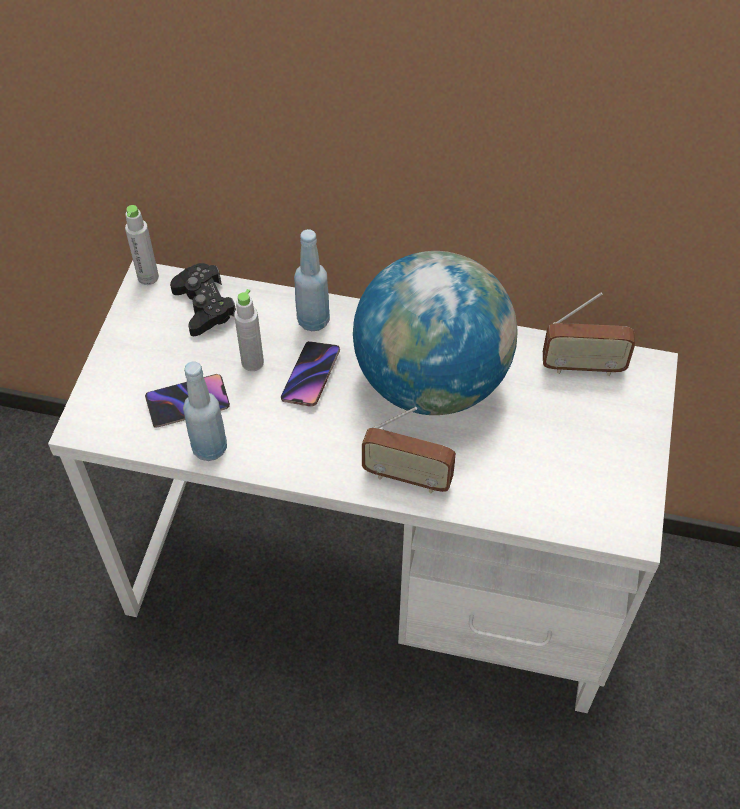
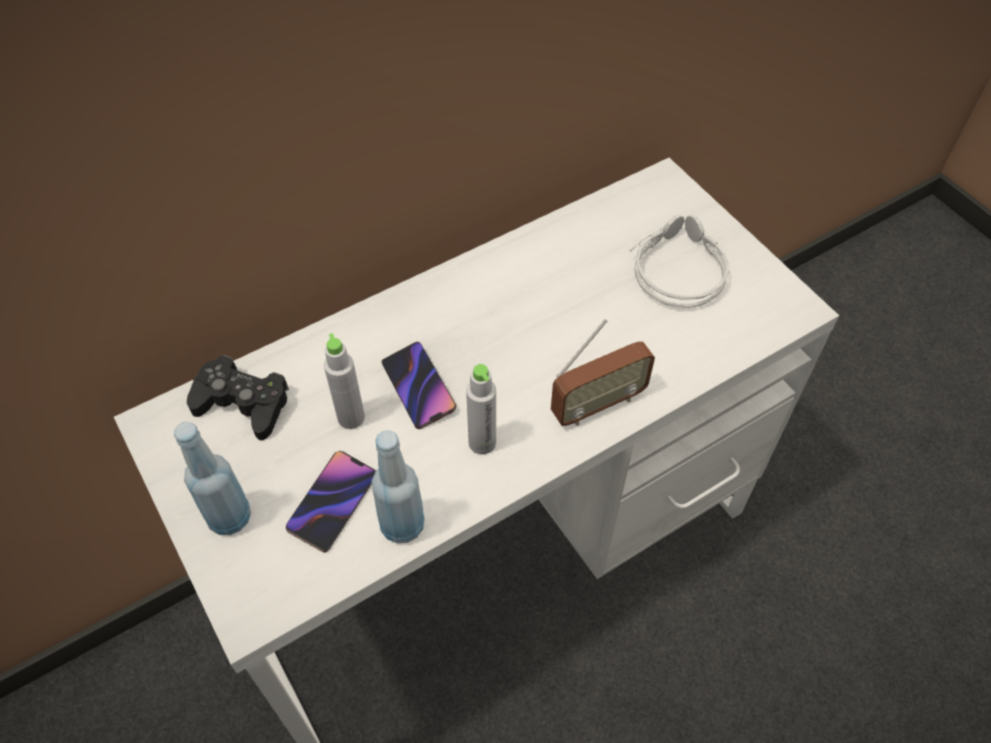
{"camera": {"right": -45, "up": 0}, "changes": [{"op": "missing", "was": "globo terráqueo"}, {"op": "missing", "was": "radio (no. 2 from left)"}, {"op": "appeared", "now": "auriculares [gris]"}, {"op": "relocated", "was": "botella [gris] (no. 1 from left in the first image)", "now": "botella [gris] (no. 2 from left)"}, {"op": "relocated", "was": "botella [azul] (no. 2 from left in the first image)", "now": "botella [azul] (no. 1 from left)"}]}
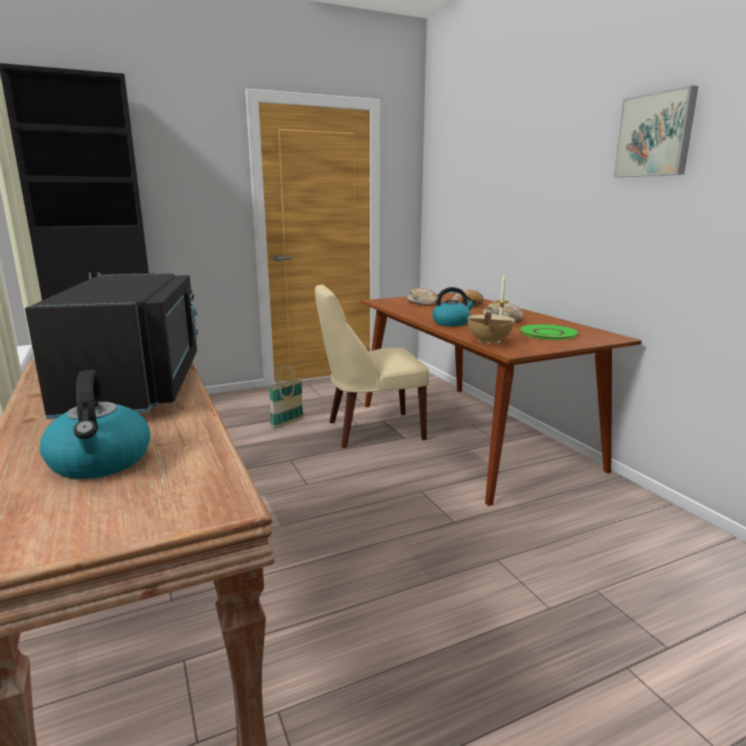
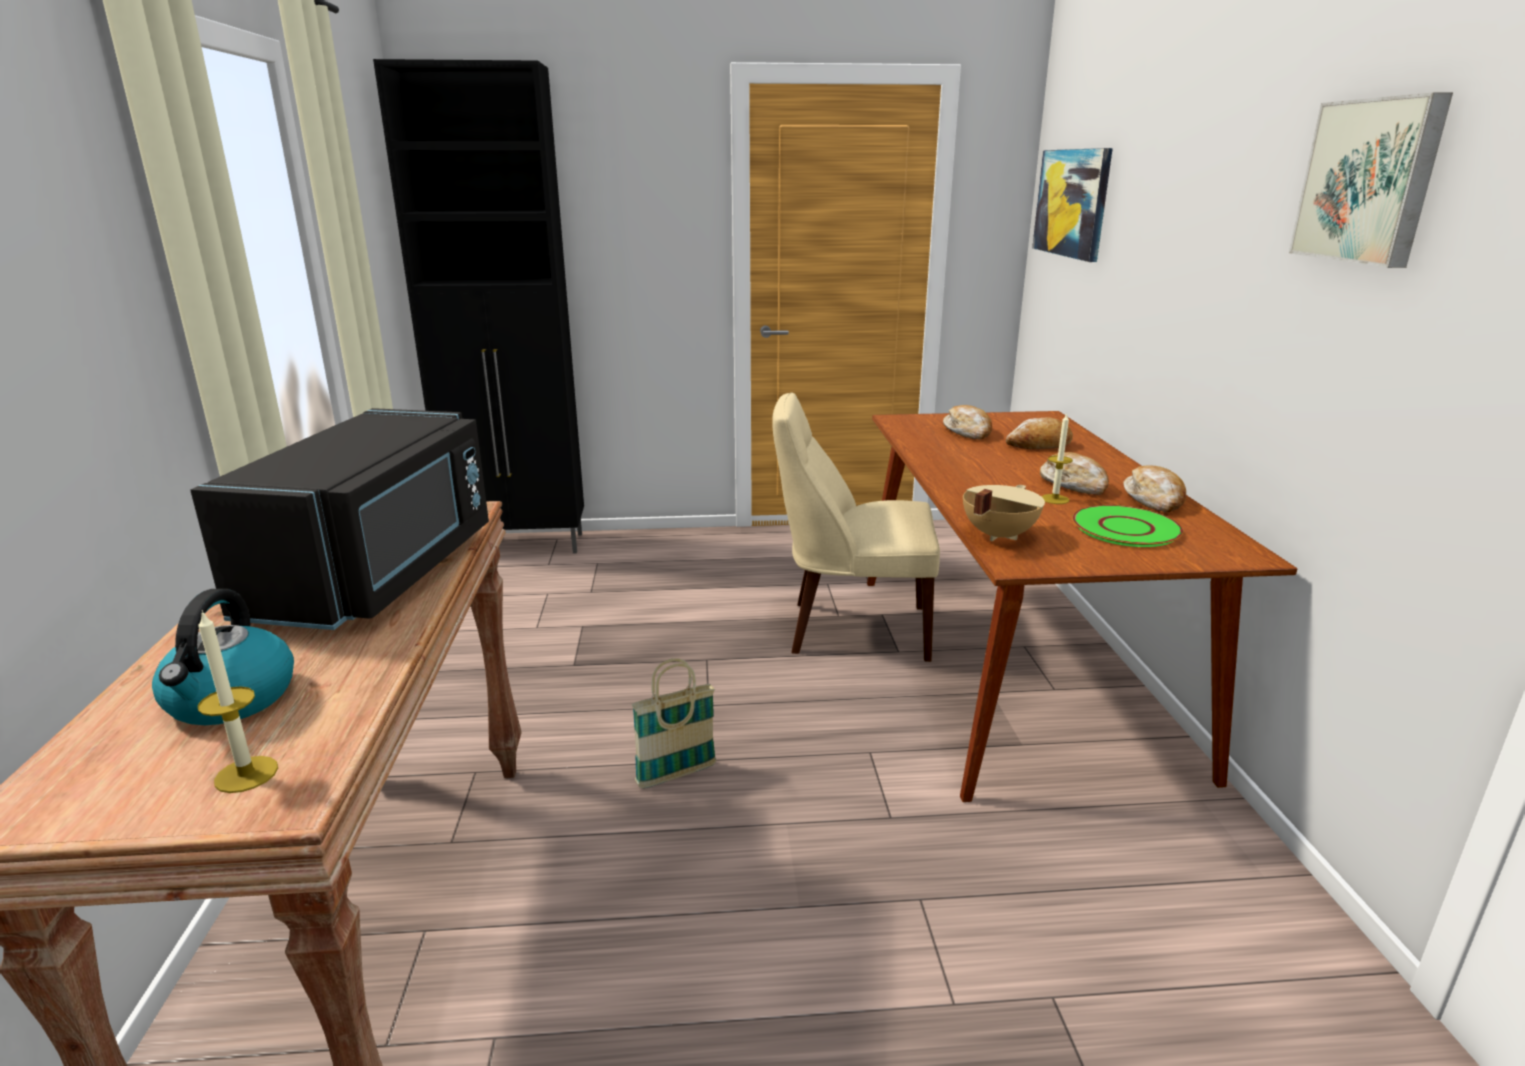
{"camera": {"right": 20, "up": 5}, "changes": [{"op": "missing", "was": "hervidor (no. 2 from left)"}, {"op": "appeared", "now": "vela (no. 1 from left)"}, {"op": "appeared", "now": "cuadro (no. 1 from left)"}, {"op": "appeared", "now": "pan (no. 4 from left)"}, {"op": "relocated", "was": "cesta"}]}
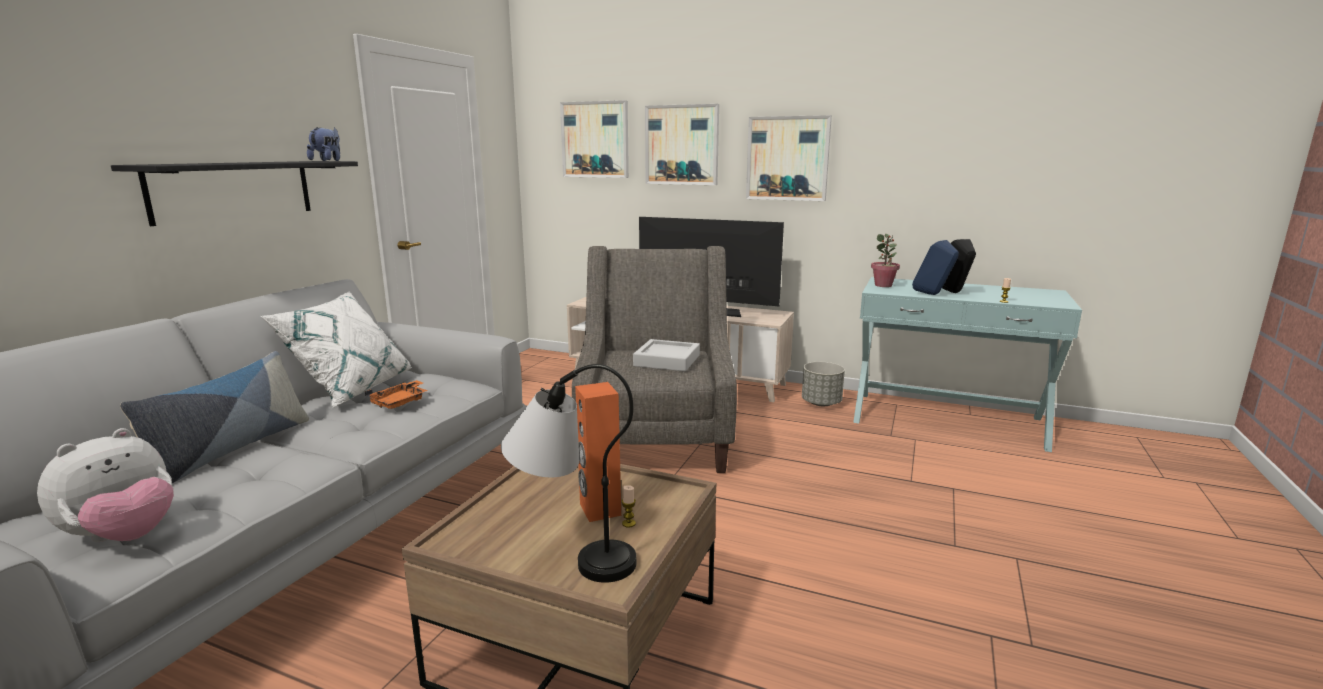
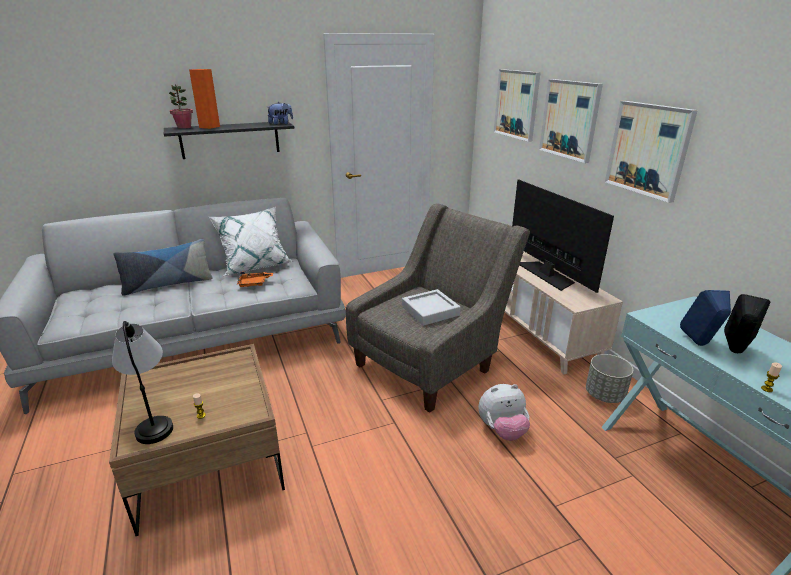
{"camera": {"right": 45, "up": 10}, "changes": [{"op": "relocated", "was": "peluche (no. 1 from left in the first image)", "now": "peluche (no. 2 from left)"}, {"op": "relocated", "was": "altavoz [naranja]"}, {"op": "relocated", "was": "planta en maceta"}]}
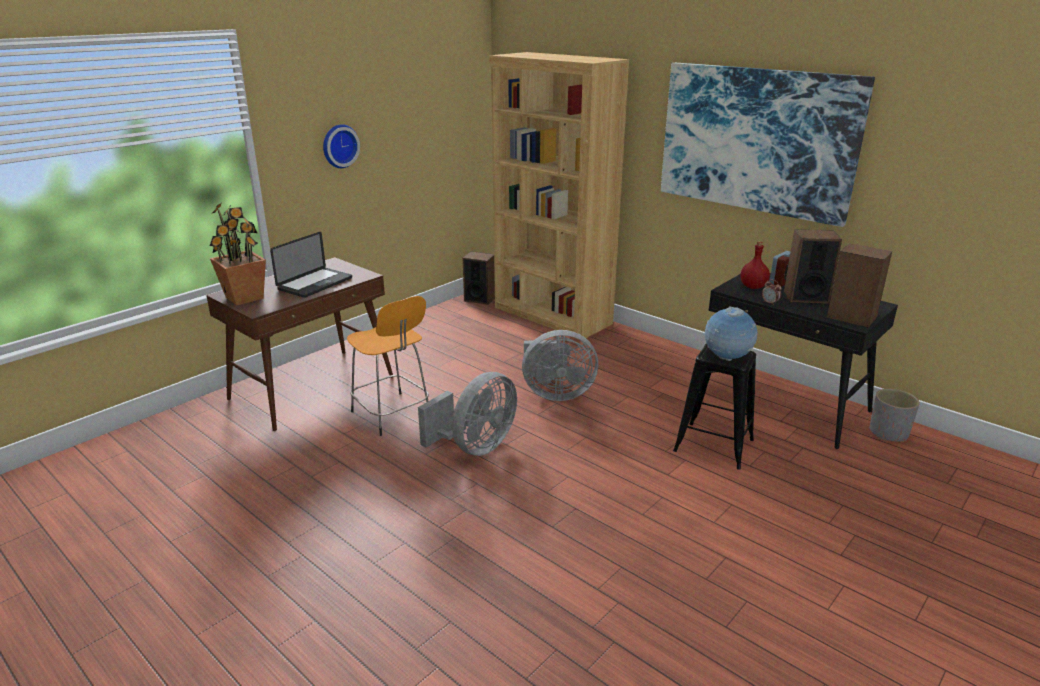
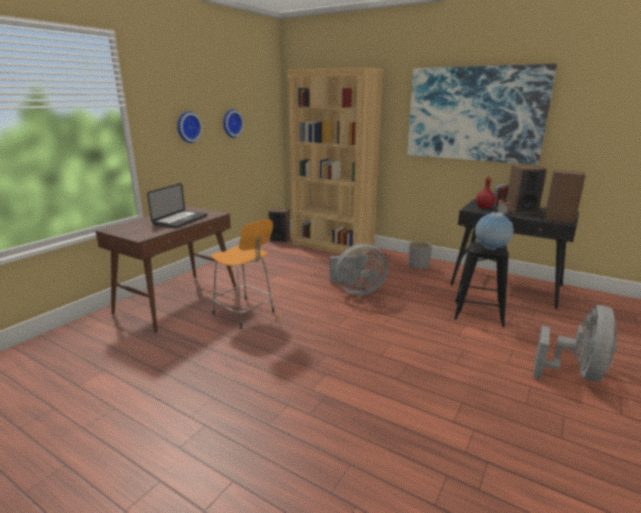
{"camera": {"right": -10, "up": -5}, "changes": [{"op": "missing", "was": "planta en maceta"}, {"op": "appeared", "now": "reloj de pared (no. 2 from left)"}, {"op": "relocated", "was": "ventilador [gris] (no. 1 from left in the first image)", "now": "ventilador [gris] (no. 2 from left)"}, {"op": "relocated", "was": "maceta [gris]"}]}
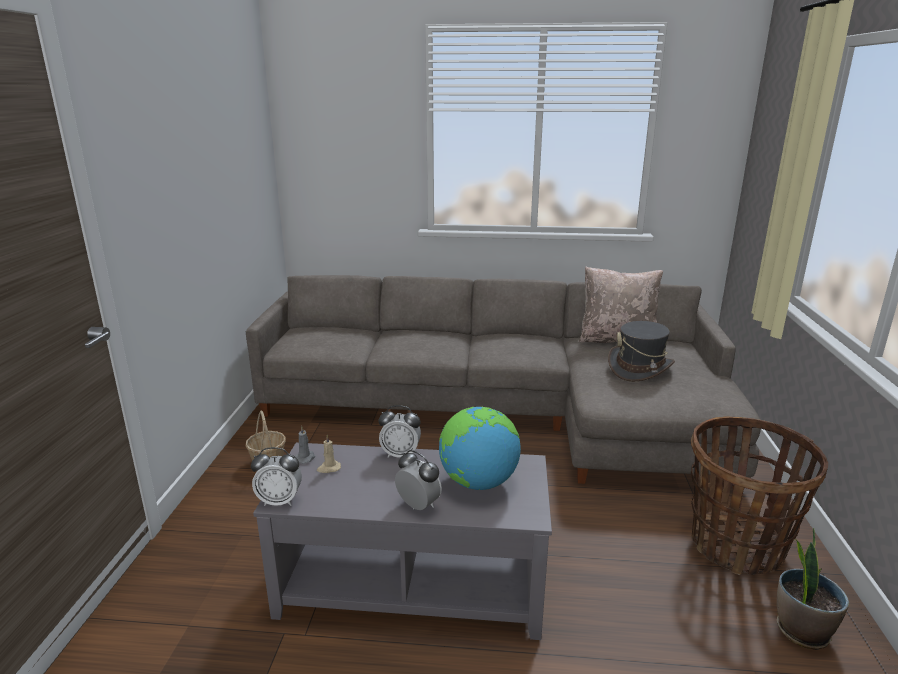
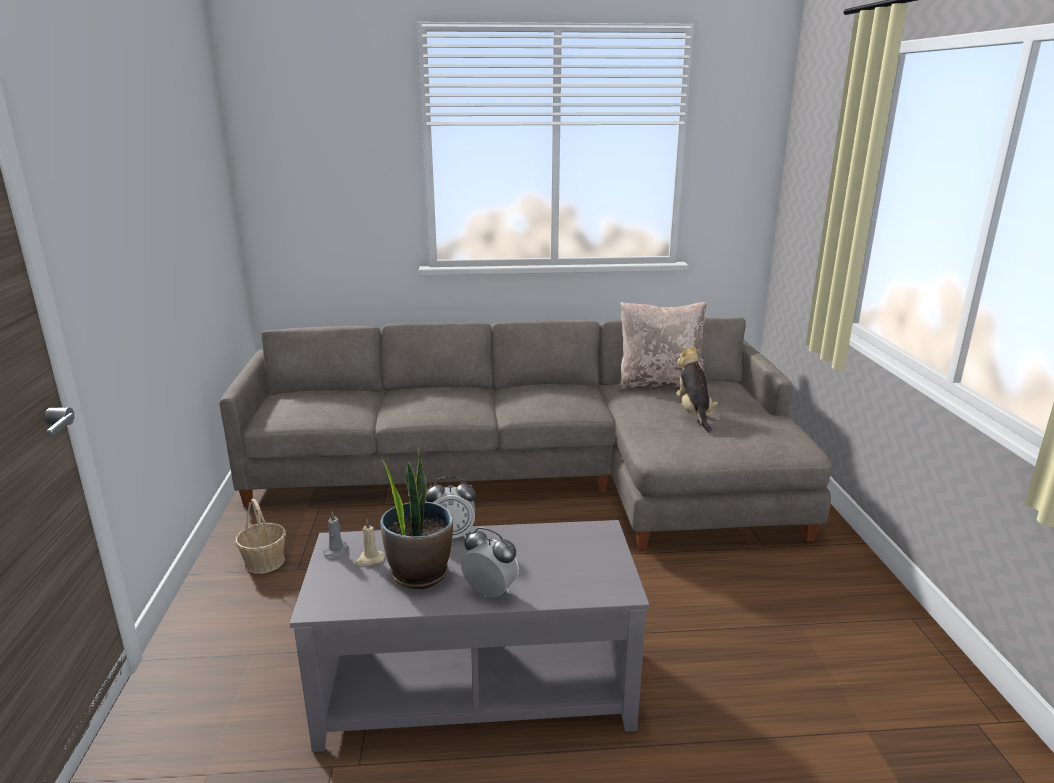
{"camera": {"right": -10, "up": 0}, "changes": [{"op": "missing", "was": "despertador (no. 1 from left)"}, {"op": "missing", "was": "globo terráqueo"}, {"op": "missing", "was": "cesta (no. 2 from left)"}, {"op": "relocated", "was": "planta en maceta"}, {"op": "exchanged", "was": "sombrero [gris]", "now": "peluche"}]}
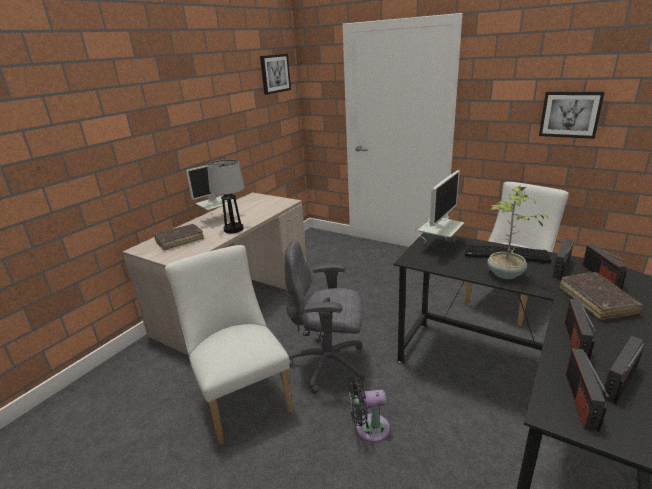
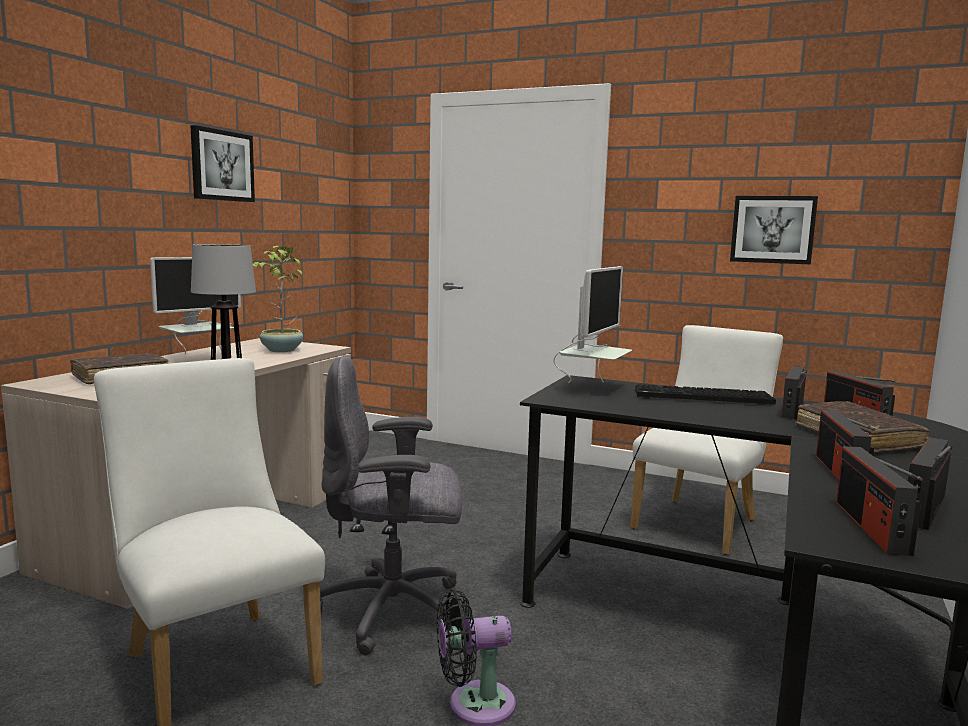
{"camera": {"right": -10, "up": -15}, "changes": [{"op": "relocated", "was": "cuadro (no. 1 from left)"}, {"op": "relocated", "was": "planta en maceta"}]}
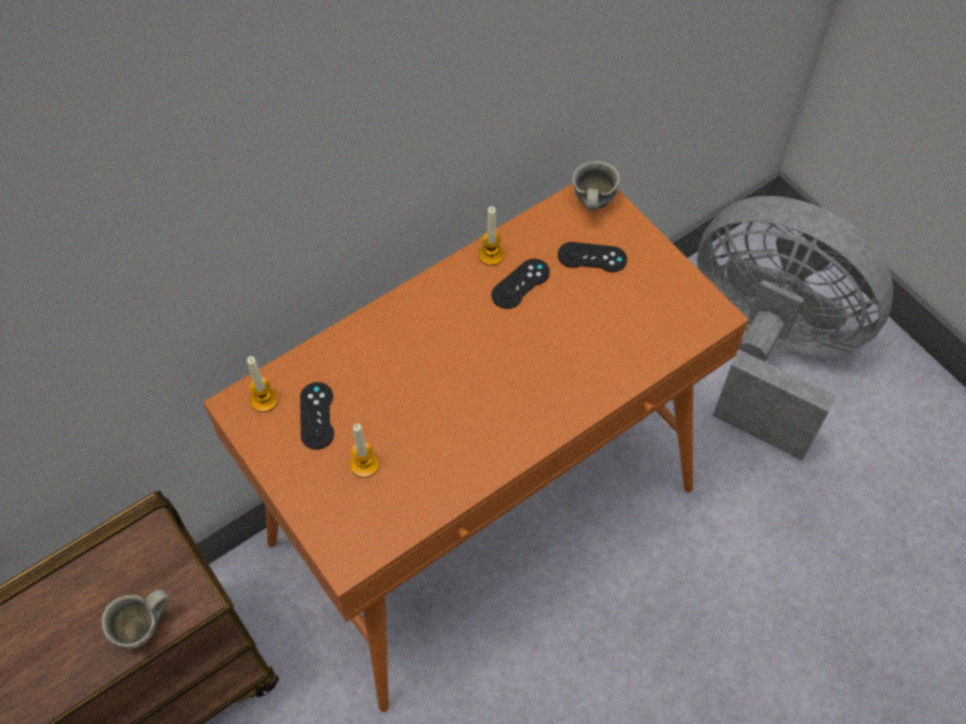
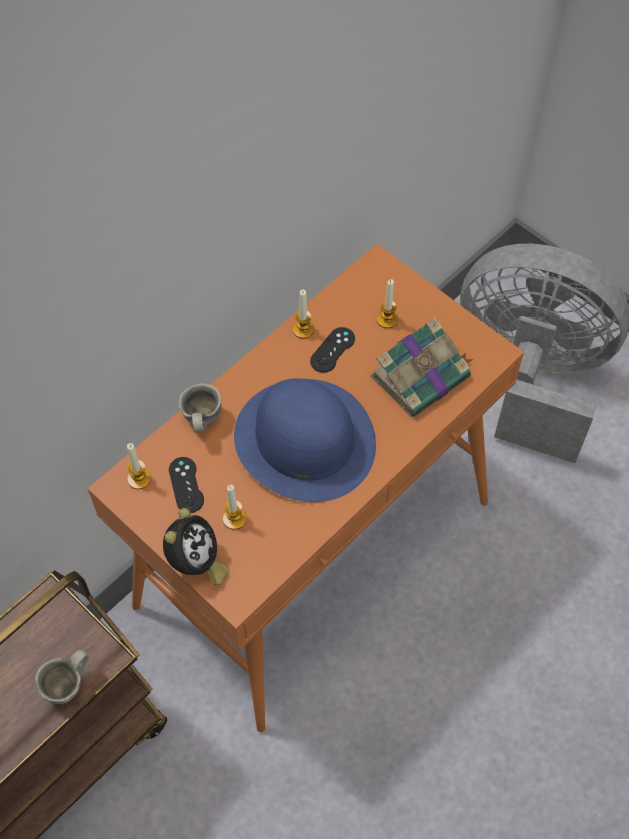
{"camera": {"right": -10, "up": 0}, "changes": [{"op": "appeared", "now": "despertador"}, {"op": "appeared", "now": "sombrero [azul]"}, {"op": "appeared", "now": "libro"}, {"op": "relocated", "was": "taza grande [gris] (no. 2 from left)"}, {"op": "exchanged", "was": "mando de consola [negro] (no. 3 from left)", "now": "vela (no. 4 from left)"}]}
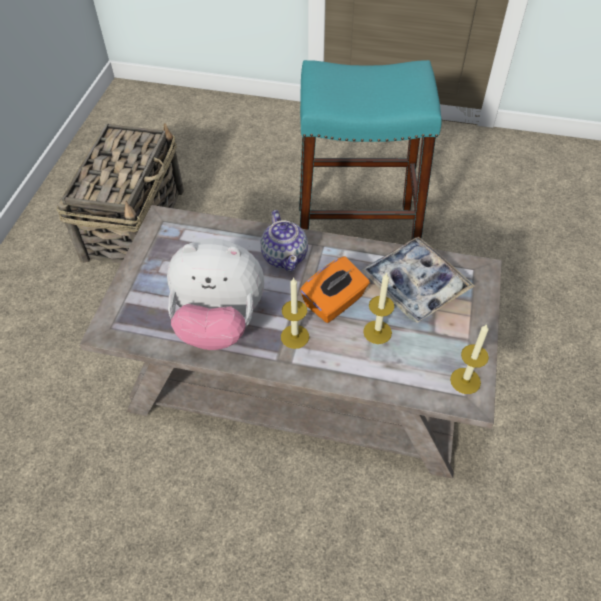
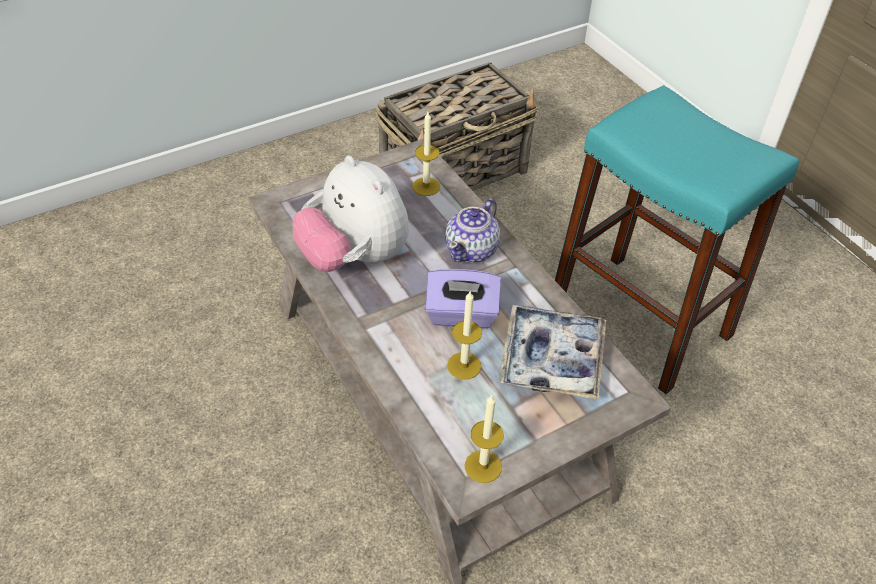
{"camera": {"right": 45, "up": -5}, "changes": [{"op": "relocated", "was": "vela (no. 1 from left)"}, {"op": "colour", "was": "caja de pañuelos [naranja]", "now": "caja de pañuelos [morado]"}]}
